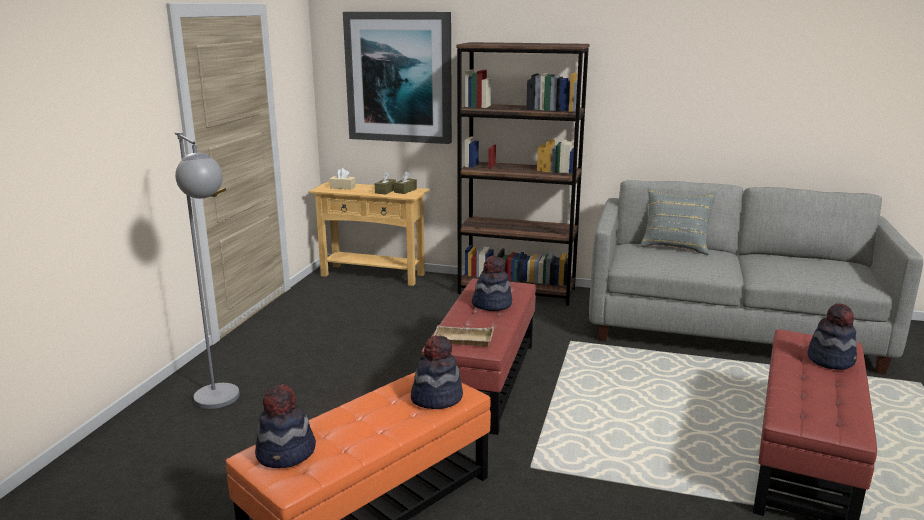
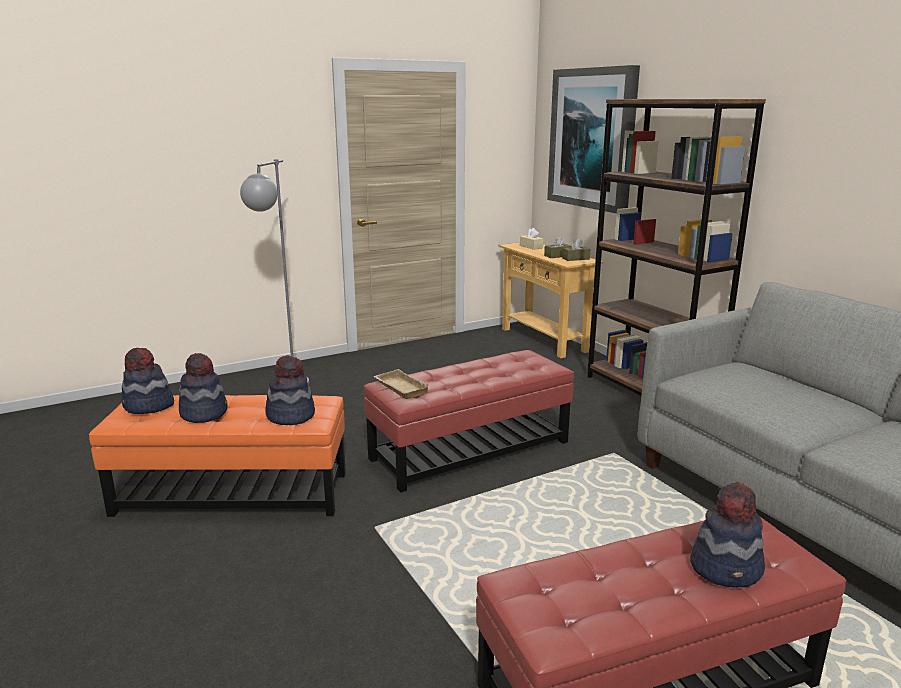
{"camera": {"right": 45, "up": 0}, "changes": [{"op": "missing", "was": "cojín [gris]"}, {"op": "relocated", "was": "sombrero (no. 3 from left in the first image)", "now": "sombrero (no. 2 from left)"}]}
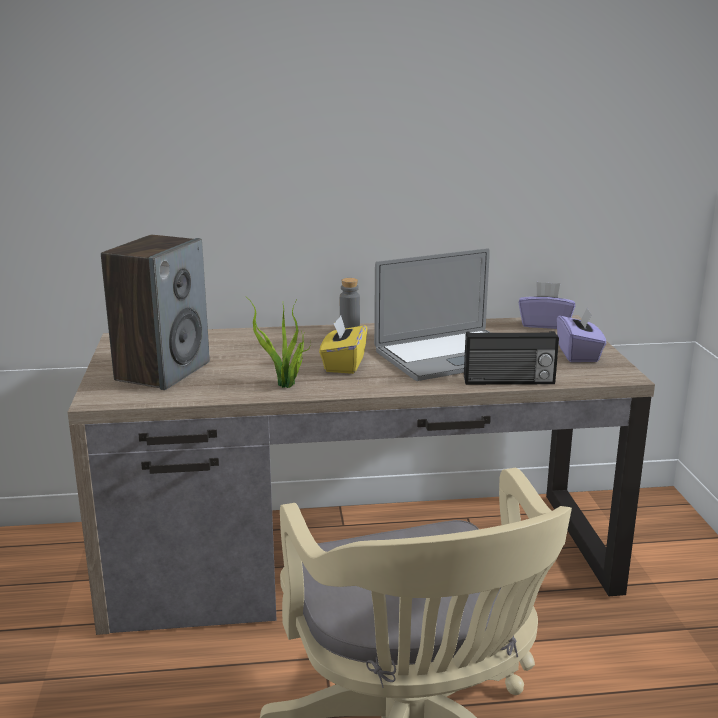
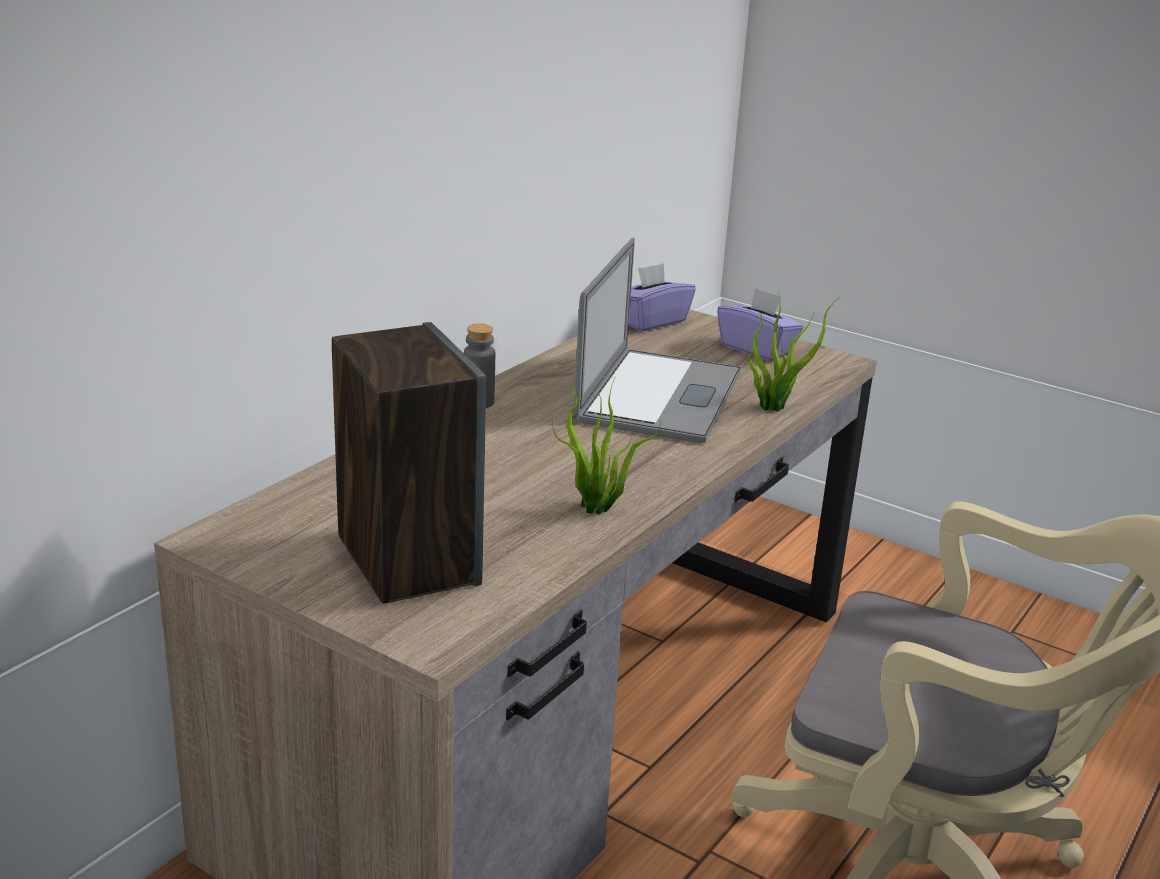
{"camera": {"right": -50, "up": 5}, "changes": [{"op": "missing", "was": "caja de pañuelos [amarillo]"}, {"op": "exchanged", "was": "radio", "now": "planta en maceta (no. 2 from left)"}]}
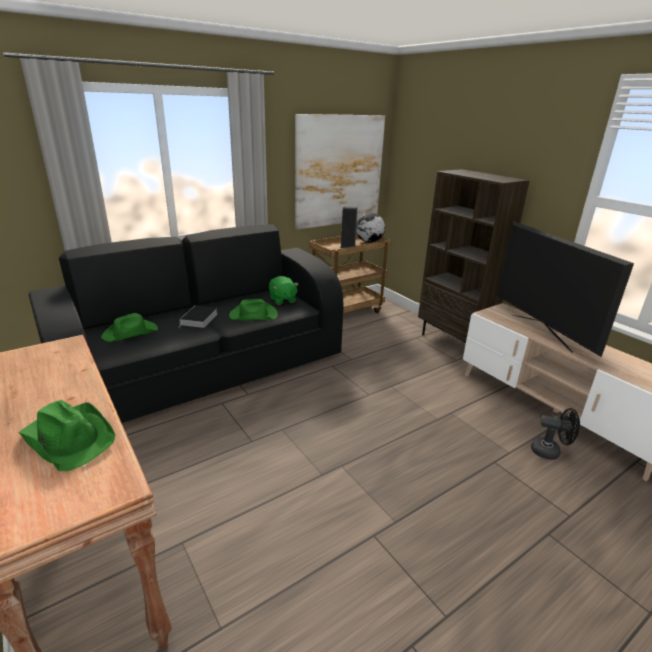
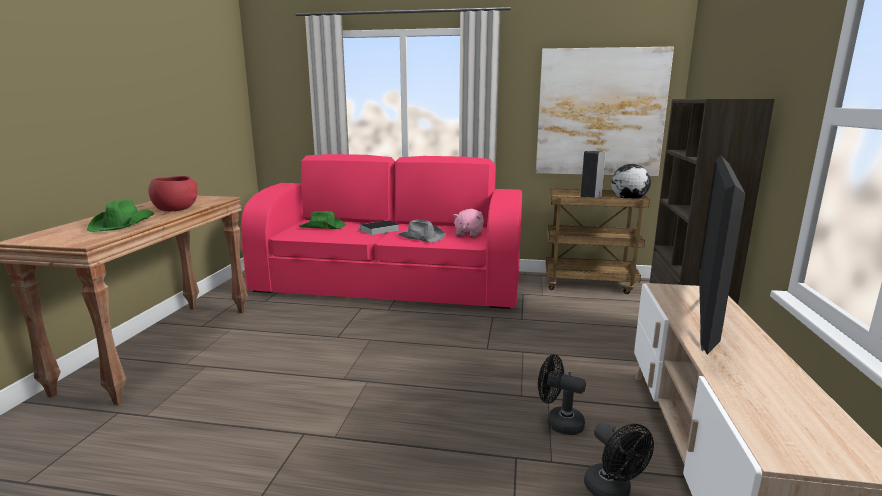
{"camera": {"right": 45, "up": -10}, "changes": [{"op": "appeared", "now": "cuenco [rojo]"}, {"op": "appeared", "now": "ventilador [negro] (no. 1 from left)"}, {"op": "colour", "was": "sofá [negro]", "now": "sofá [rosa]"}, {"op": "colour", "was": "sombrero [verde] (no. 3 from left)", "now": "sombrero [gris]"}, {"op": "colour", "was": "peluche [verde]", "now": "peluche [rosa]"}]}
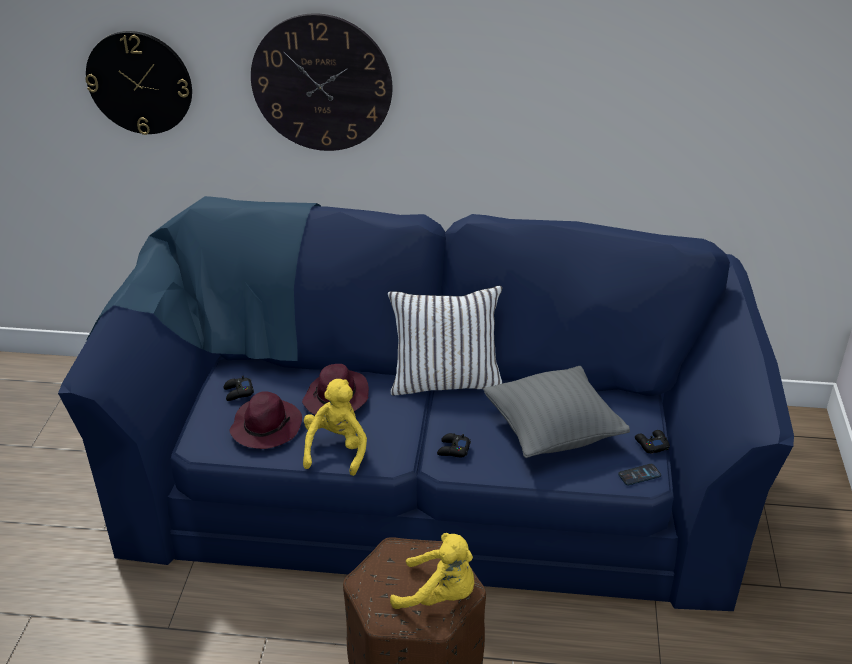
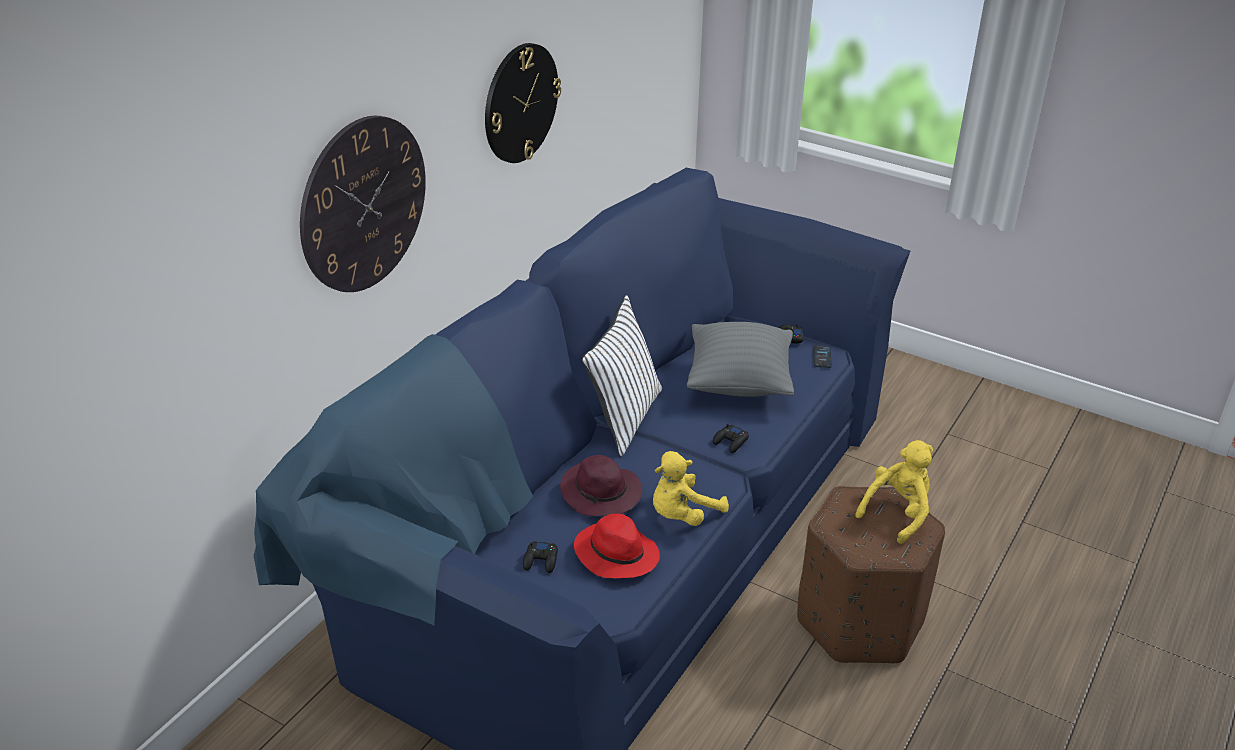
{"camera": {"right": -65, "up": 0}, "changes": [{"op": "relocated", "was": "reloj de pared (no. 1 from left in the first image)", "now": "reloj de pared (no. 2 from left)"}, {"op": "colour", "was": "sombrero [morado] (no. 1 from left)", "now": "sombrero [rojo]"}, {"op": "spun", "was": "peluche [amarillo] (no. 1 from left)", "clockwise": -75}]}
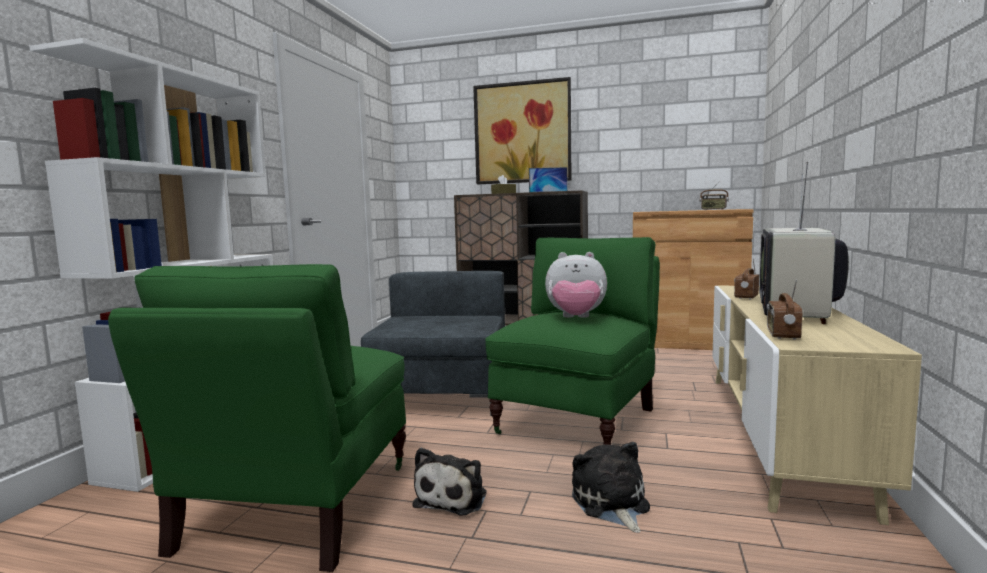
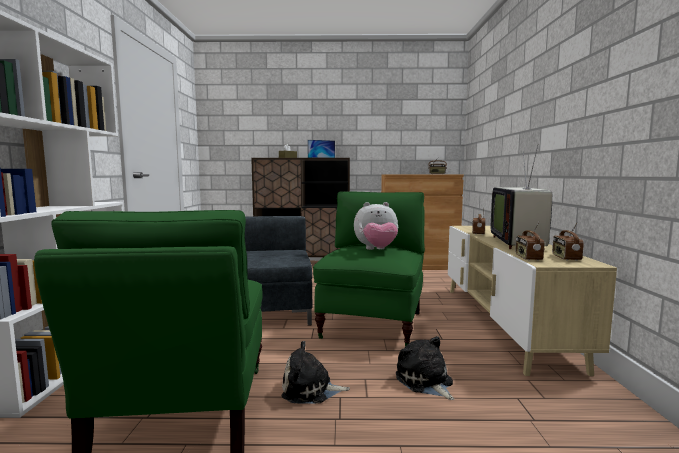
{"camera": {"right": -15, "up": 0}, "changes": [{"op": "missing", "was": "cuadro"}, {"op": "appeared", "now": "radio (no. 4 from left)"}, {"op": "spun", "was": "peluche (no. 1 from left)", "clockwise": 90}]}
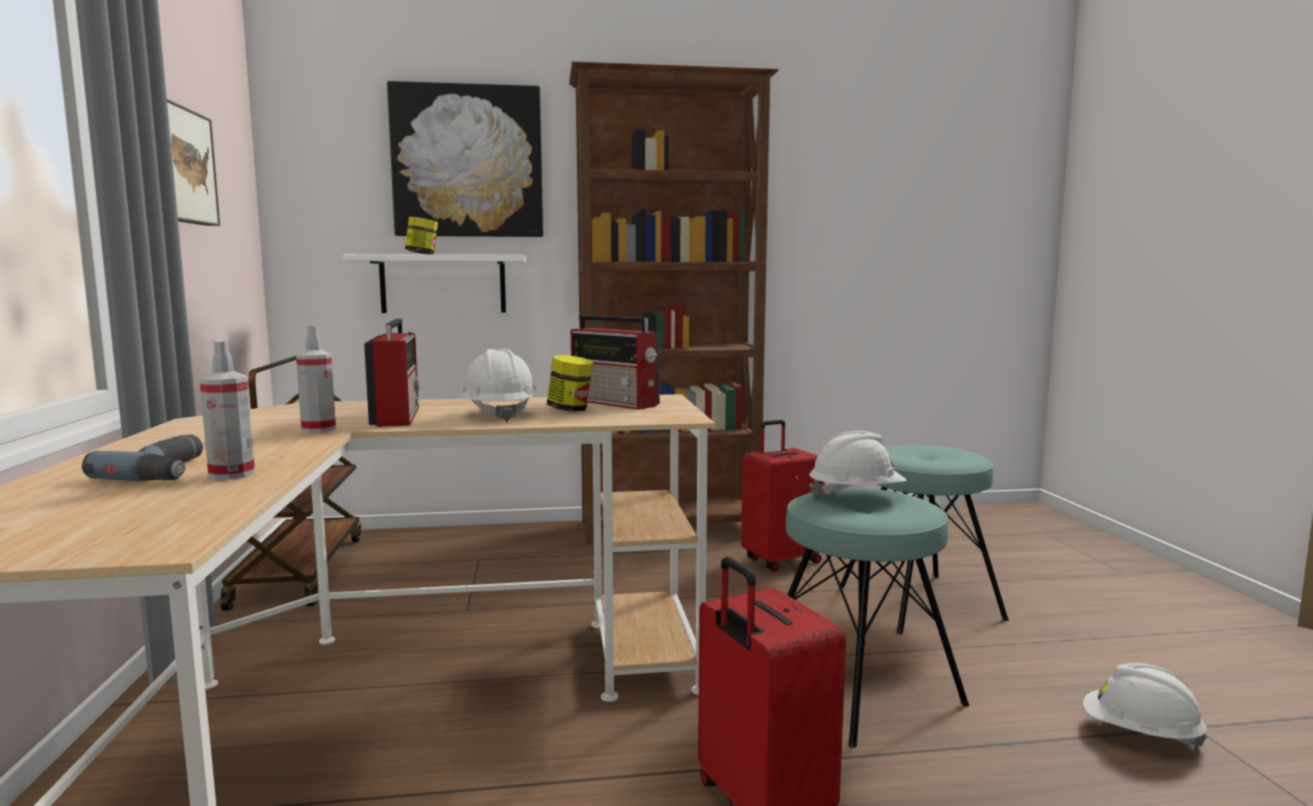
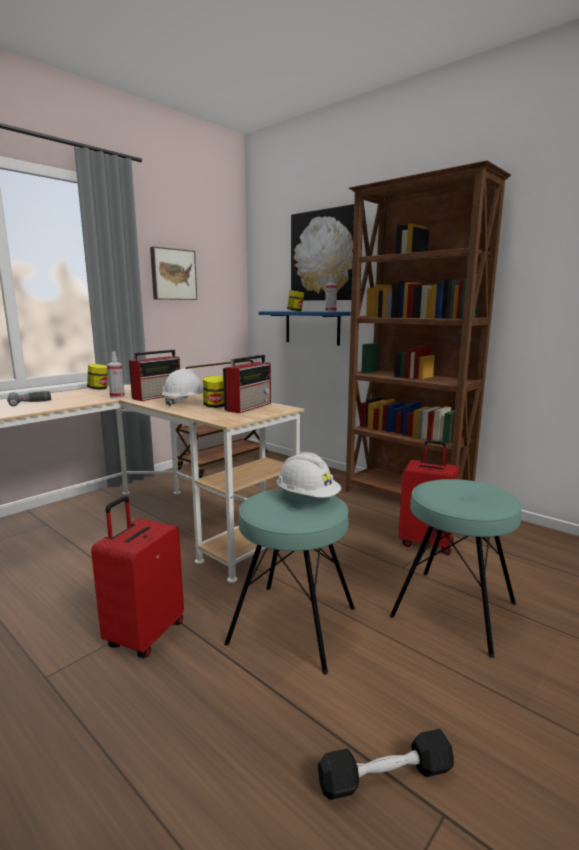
{"camera": {"right": 50, "up": 5}, "changes": [{"op": "appeared", "now": "tarro (no. 1 from left)"}, {"op": "relocated", "was": "pulverizador (no. 1 from left in the first image)", "now": "pulverizador (no. 2 from left)"}, {"op": "exchanged", "was": "casco [blanco] (no. 3 from left)", "now": "mancuerna [negro]"}, {"op": "colour", "was": "estante [blanco]", "now": "estante [azul]"}, {"op": "spun", "was": "radio (no. 2 from left)", "clockwise": -150}]}
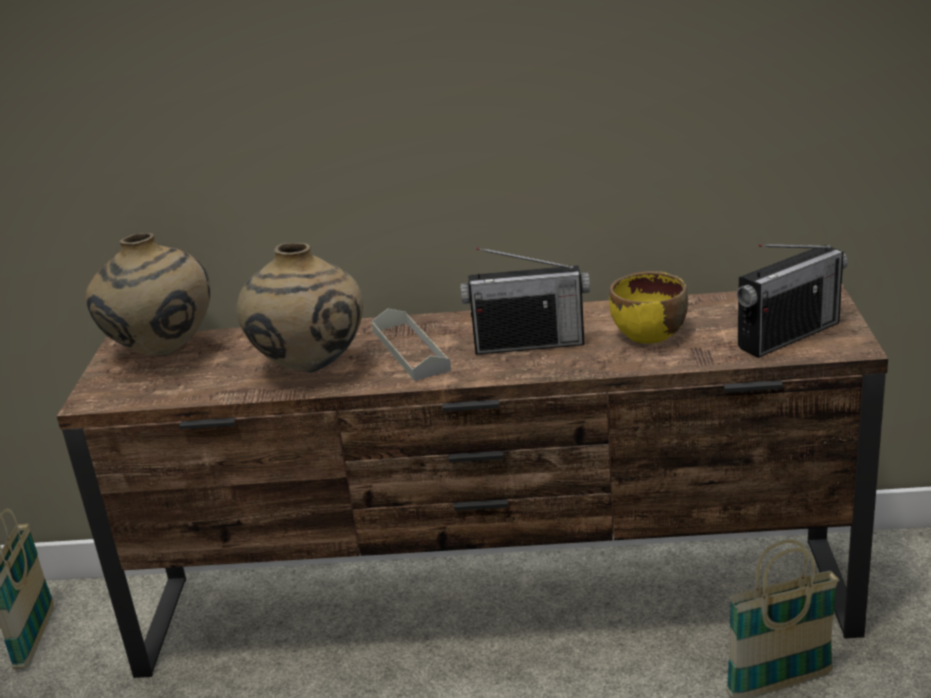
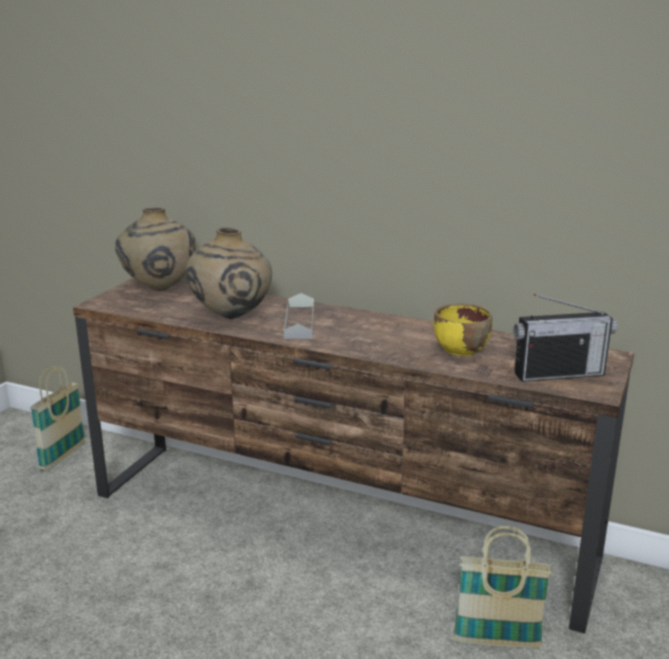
{"camera": {"right": 20, "up": -5}, "changes": [{"op": "missing", "was": "radio (no. 1 from left)"}]}
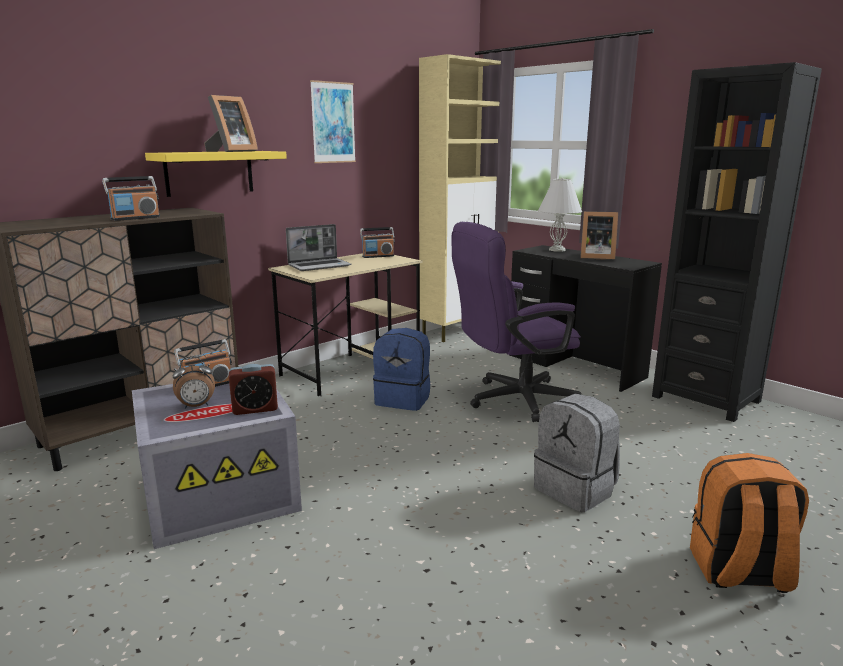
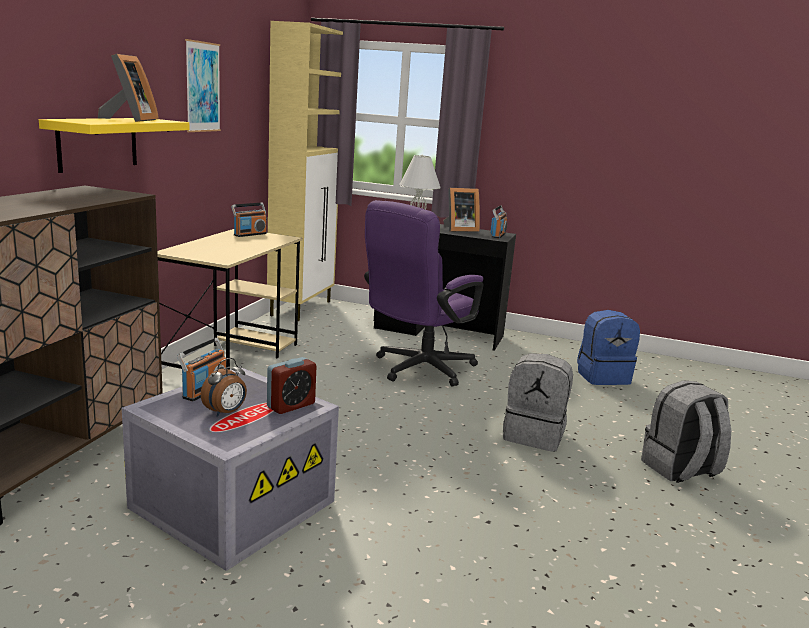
{"camera": {"right": -30, "up": 0}, "changes": [{"op": "missing", "was": "portátil"}, {"op": "missing", "was": "estantería [negro]"}, {"op": "relocated", "was": "radio (no. 1 from left in the first image)", "now": "radio (no. 3 from left)"}, {"op": "relocated", "was": "mochila [azul]"}, {"op": "colour", "was": "mochila [naranja]", "now": "mochila [gris] (no. 2 from left)"}]}
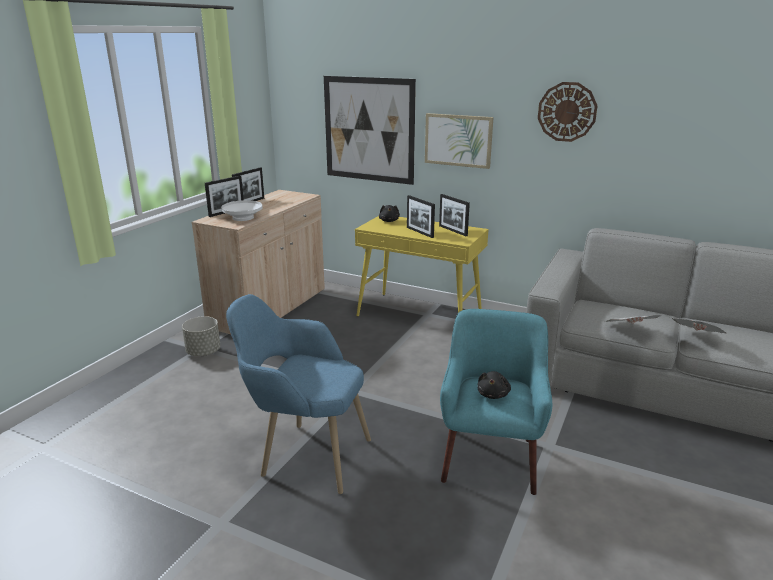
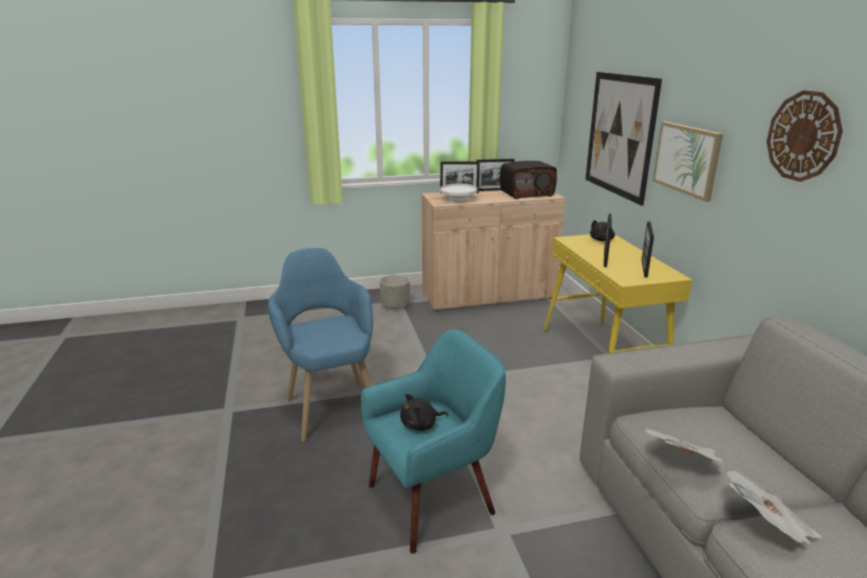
{"camera": {"right": 50, "up": 0}, "changes": [{"op": "appeared", "now": "radio"}]}
